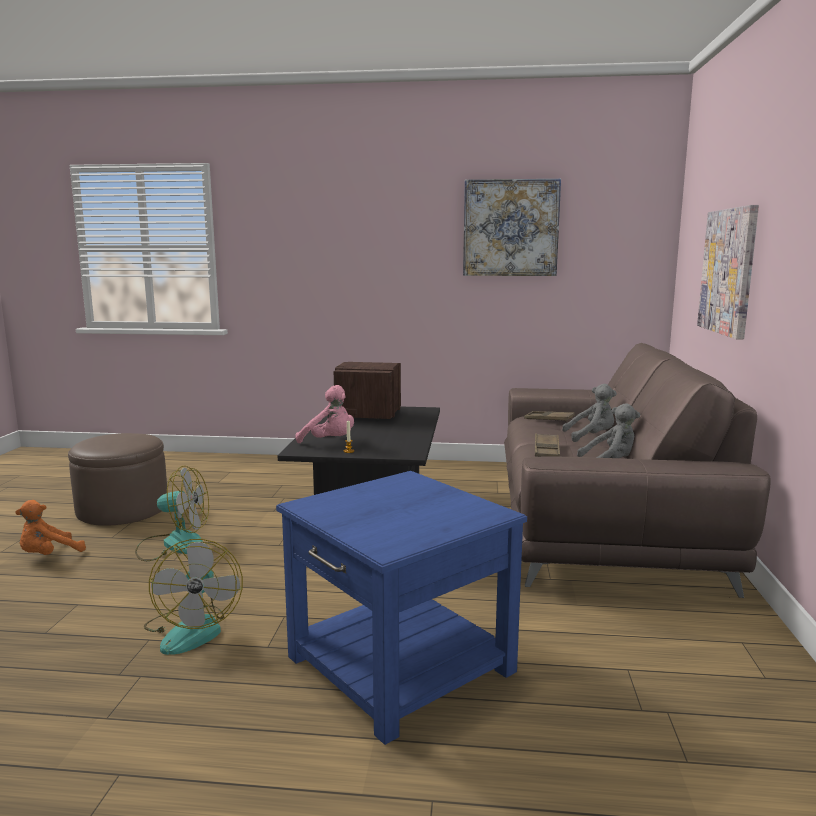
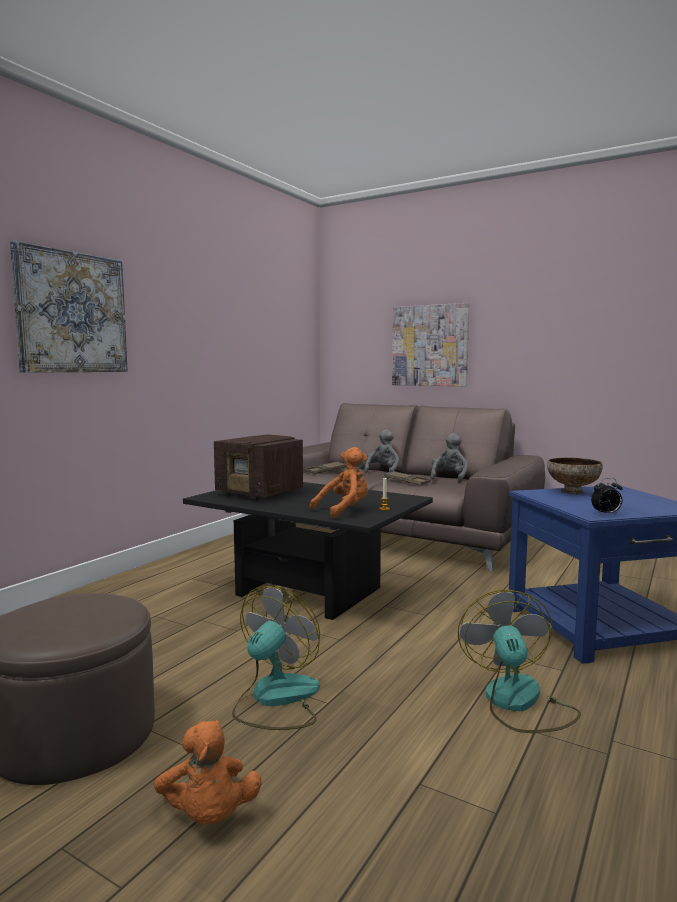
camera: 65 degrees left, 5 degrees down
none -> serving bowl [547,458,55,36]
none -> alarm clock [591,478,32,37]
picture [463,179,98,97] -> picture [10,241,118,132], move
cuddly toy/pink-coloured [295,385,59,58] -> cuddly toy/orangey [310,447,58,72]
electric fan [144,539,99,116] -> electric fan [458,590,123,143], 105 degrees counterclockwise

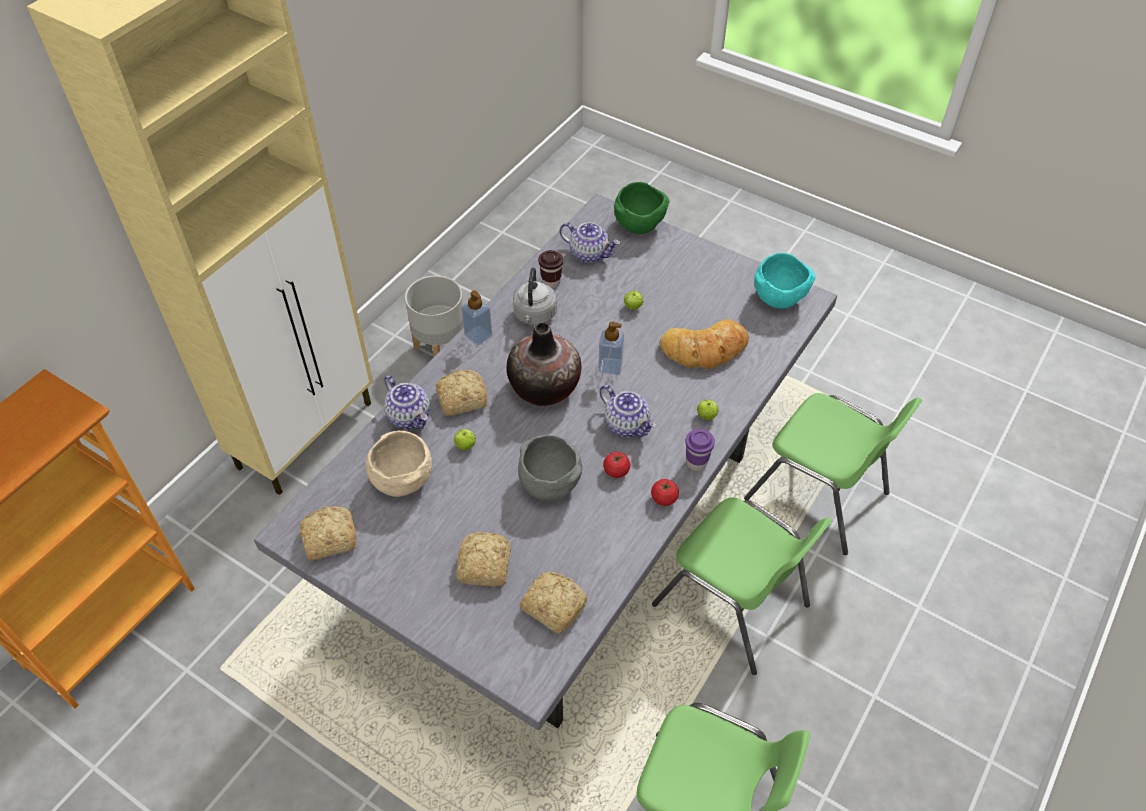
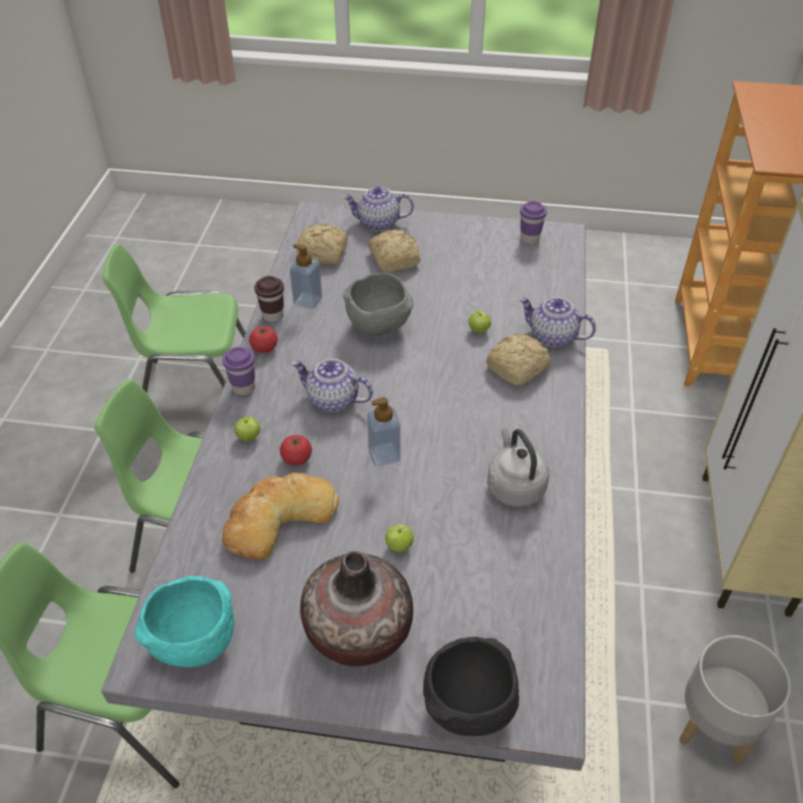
camera: 155 degrees right, 5 degrees down
serving bowl/beige-coloured [366,431,66,66] -> none
soap bottle [461,290,31,55] -> soap bottle [290,244,32,65], move
decorative vase [507,322,74,84] -> decorative vase [300,551,113,116], move
small cup/brown [538,250,25,39] -> small cup/brown [254,276,30,46], move
teapot [559,222,61,41] -> teapot [343,186,71,45], move
tomato [603,452,27,26] -> tomato [280,435,32,30], move
bakery bread [299,506,58,55] -> small cup/purple-coloured [520,201,27,43]
serving bowl/green-coloured [614,182,56,52] -> serving bowl/black [423,637,96,99]

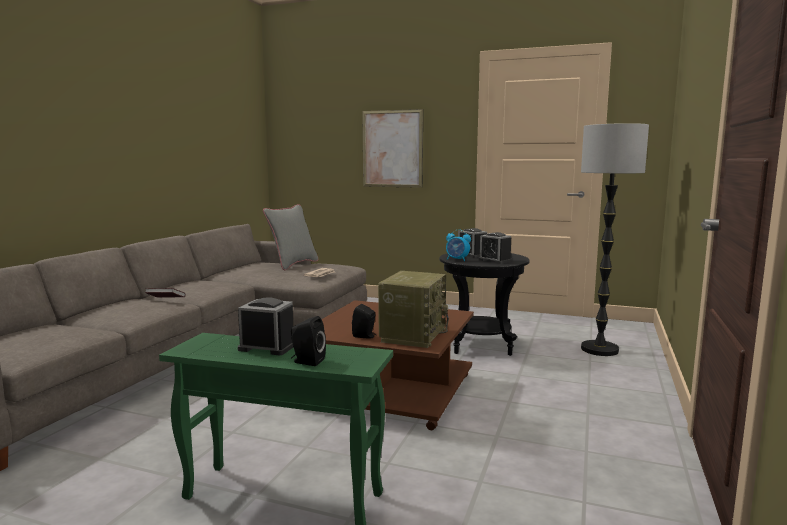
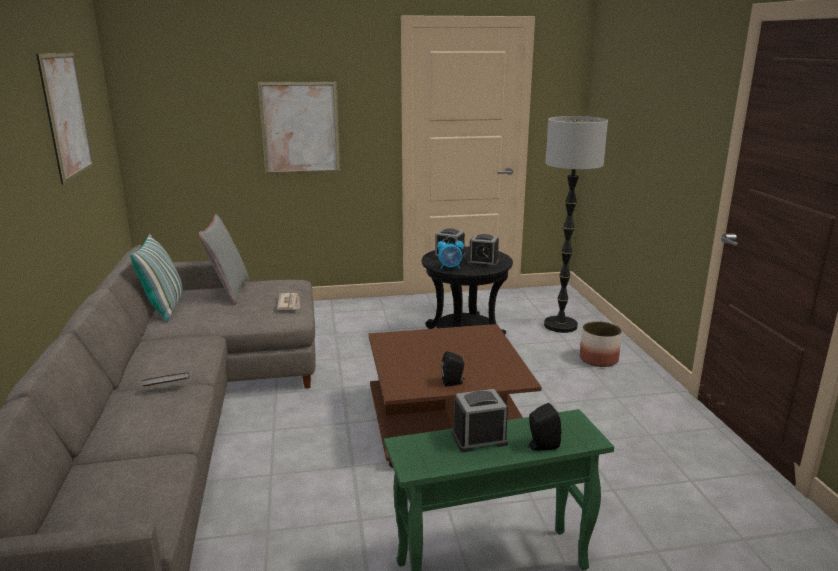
camera: 30 degrees left, 10 degrees up
radio [378,271,71,77] -> none
none -> picture [36,52,57,133]
none -> throw pillow [130,234,53,88]
none -> planter [580,321,42,46]

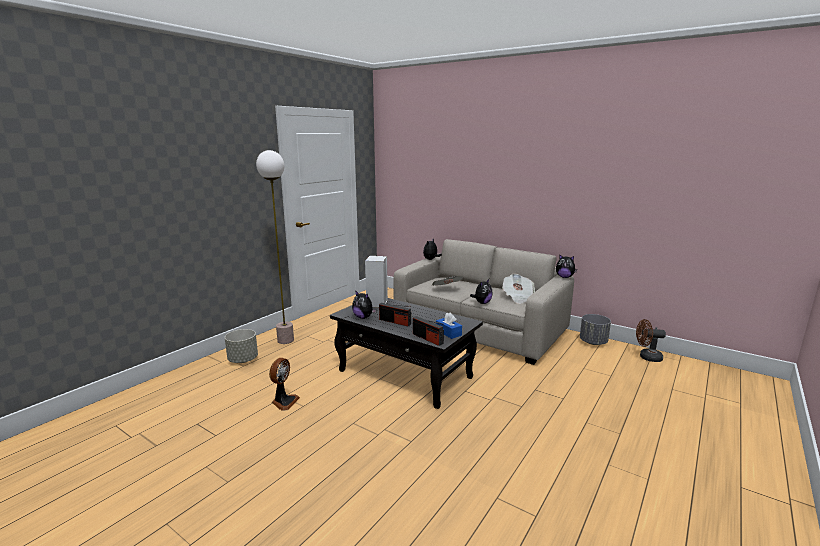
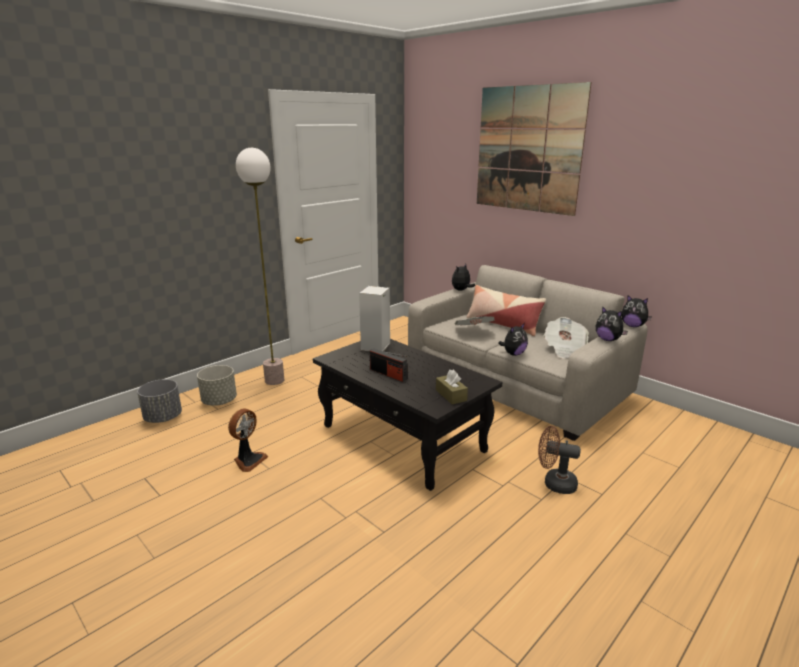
camera: 10 degrees right, 5 degrees up
radio [413,316,31,30] -> none
none -> throw pillow [467,285,79,51]
none -> picture [477,82,115,134]
cuddly toy [352,290,24,29] -> cuddly toy [596,306,32,35], move
planter/greyish [580,314,31,31] -> planter/greyish [137,379,45,44], move
electric fan/brown [636,319,30,43] -> electric fan/brown [538,426,43,68], move
box of tissues/bluish [436,312,26,27] -> box of tissues/brown [436,370,32,35]

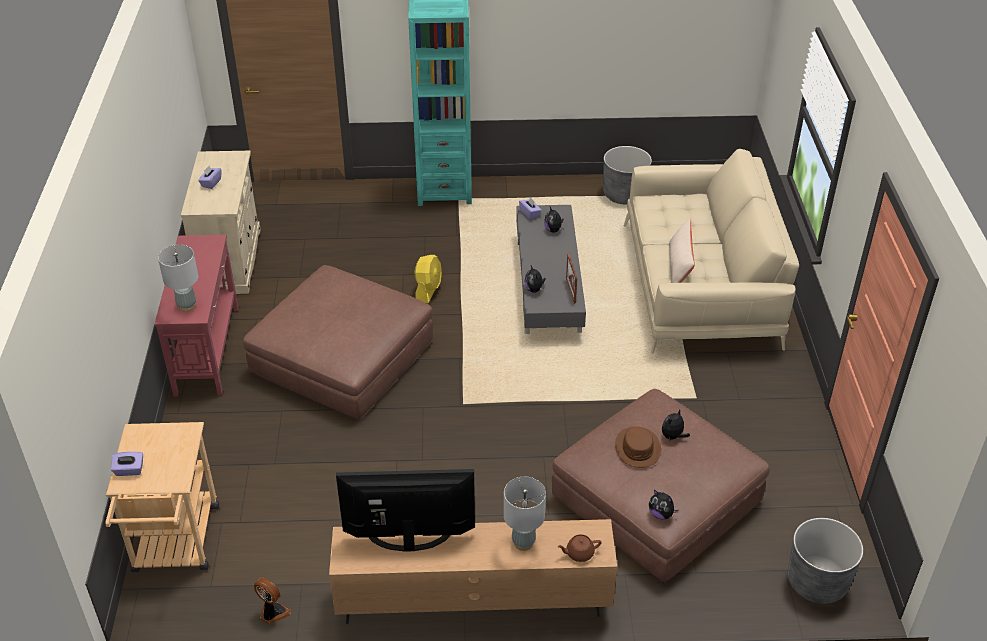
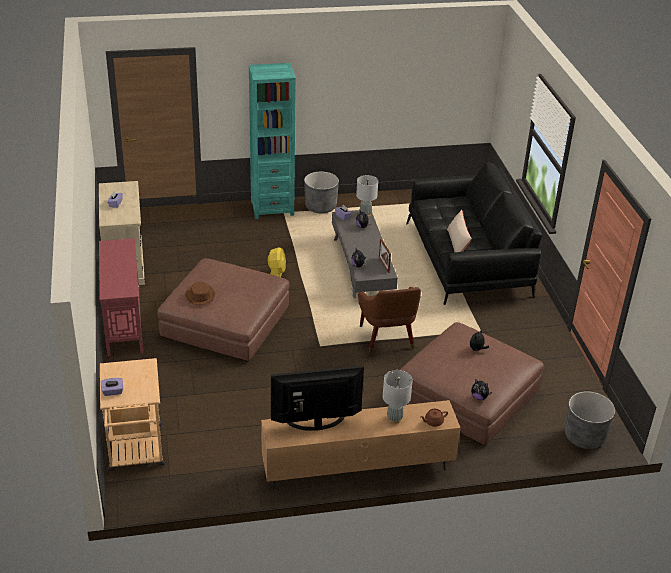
camera: 10 degrees left, 5 degrees down
electric fan [254,578,37,46] -> none
none -> easy chair/brown [358,287,63,67]
table lamp/greyish [158,245,41,67] -> table lamp/greyish [356,175,22,42], move
planter/greyish [603,146,49,59] -> planter/greyish [304,172,35,41], move
hat/brown [615,427,46,41] -> hat/brown [185,282,30,23], move
sofa/beige-coloured [624,149,175,205] -> sofa/black [406,162,136,143]

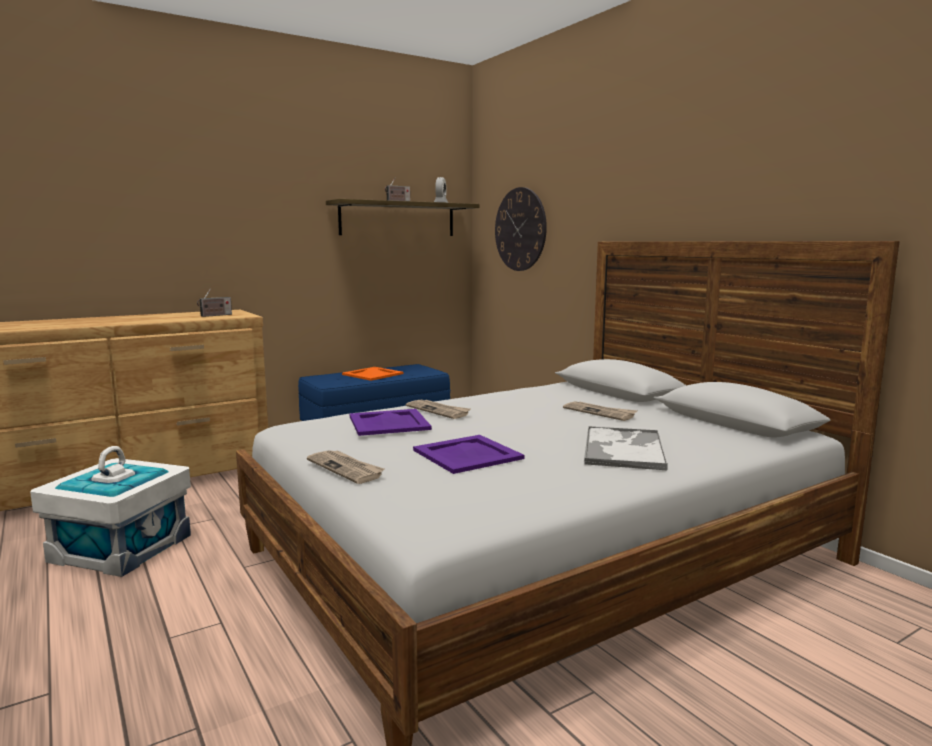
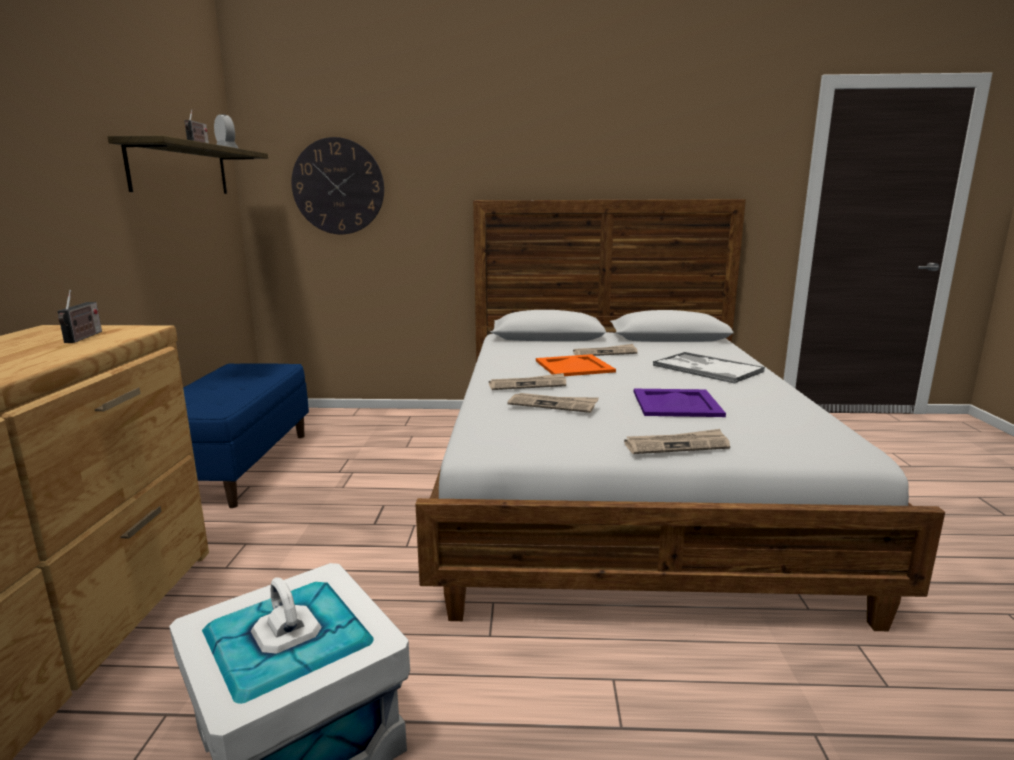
camera: 55 degrees left, 5 degrees up
carrying tray/orangey [342,367,61,14] -> carrying tray/orangey [536,354,80,22], move
carrying tray/purple-coloured [350,409,82,27] -> newspaper [507,393,92,20]

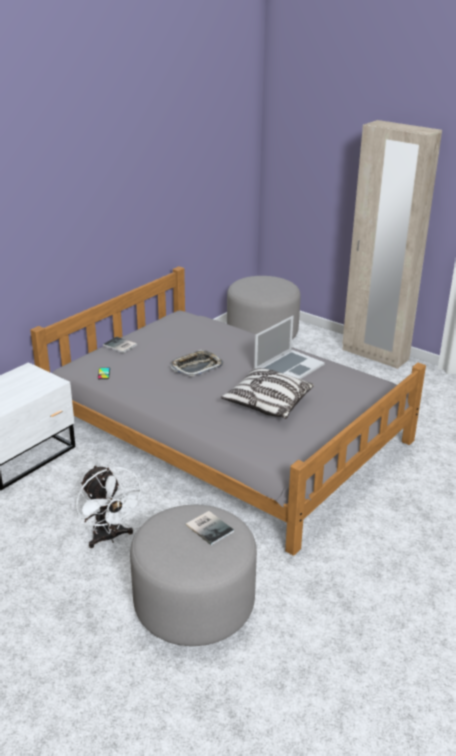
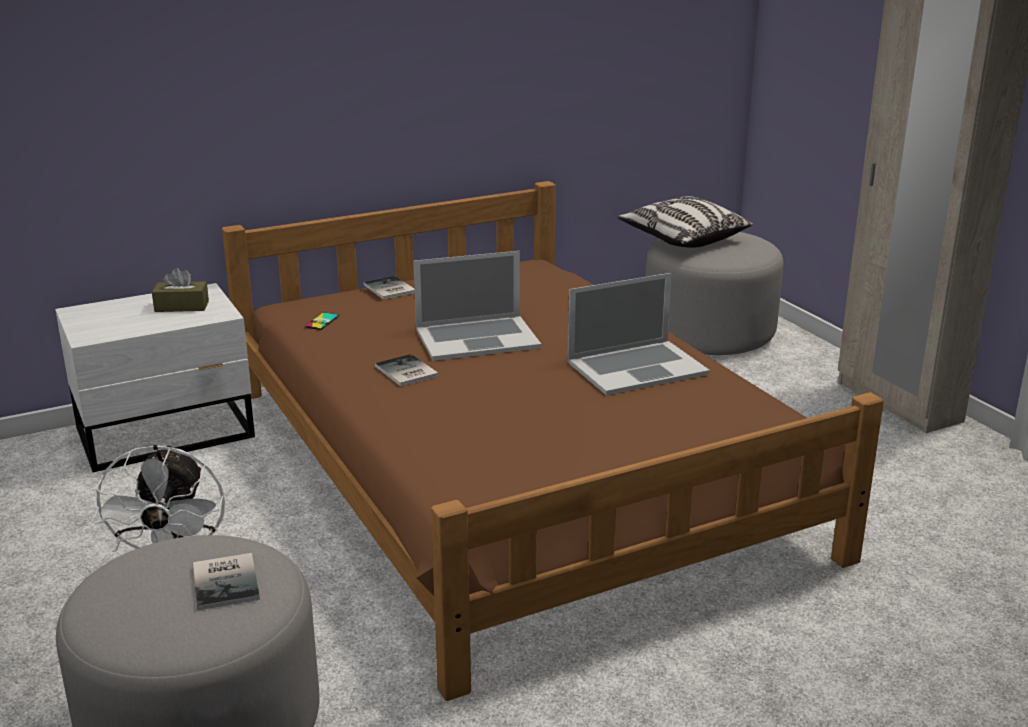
camera: 25 degrees right, 5 degrees down
none -> box of tissues/brown [152,267,57,45]
none -> book [375,354,64,32]
throw pillow [221,368,93,51] -> throw pillow [617,196,136,52], move
carrying tray [170,350,54,27] -> notebook computer [414,251,127,110]
bedroom bed/greyish [30,266,396,290] -> bedroom bed/brown [222,181,662,520]

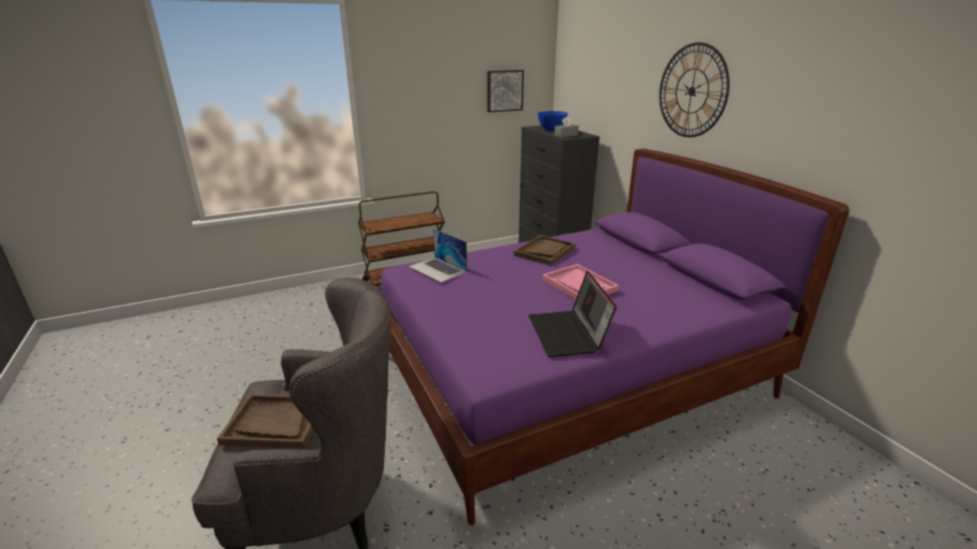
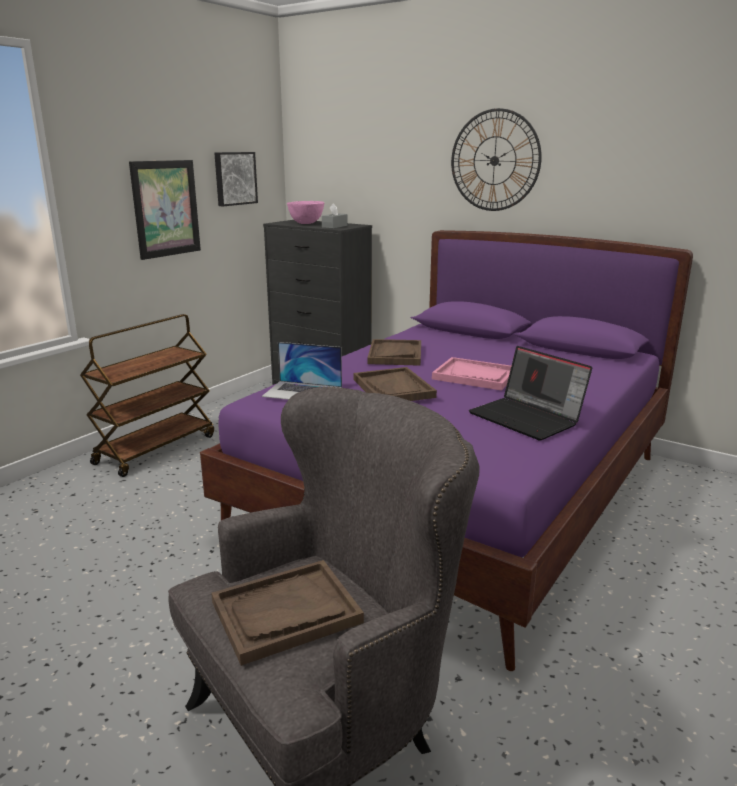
camera: 30 degrees left, 5 degrees down
none -> picture [129,160,72,100]
none -> carrying tray/brown [354,367,83,34]
serving bowl/bluish [537,111,31,20] -> serving bowl/pink-coloured [287,201,37,23]

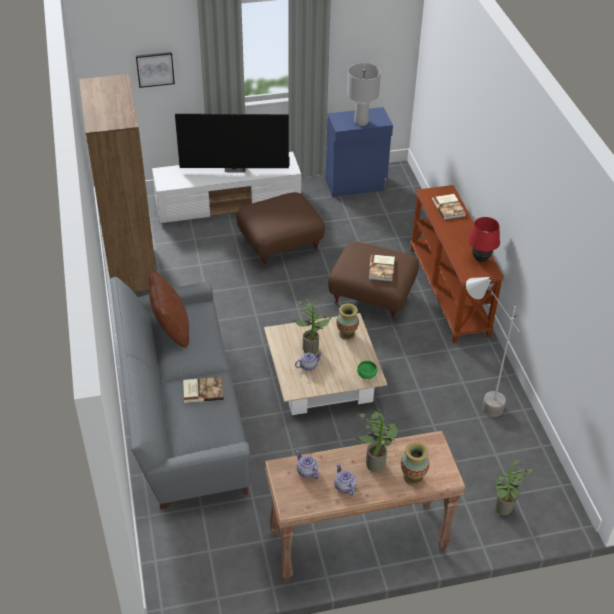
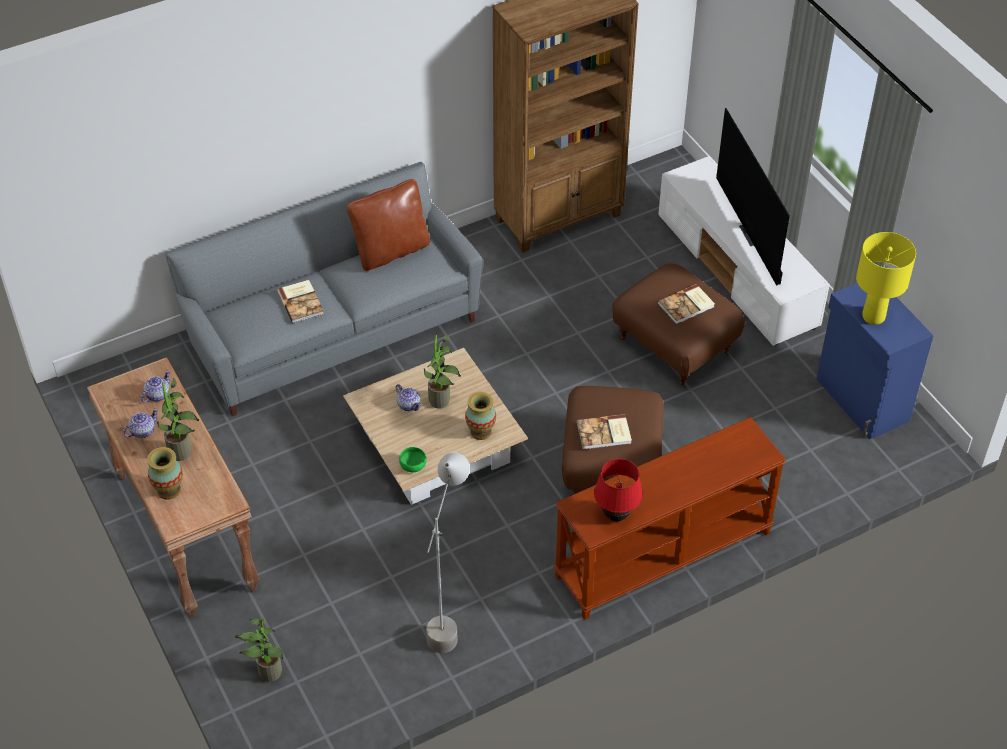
camera: 75 degrees right, 5 degrees up
picture [136,52,39,36] -> none
book [432,194,34,26] -> book [658,284,57,40], move
table lamp/greyish [347,63,34,63] -> table lamp/yellowish [856,232,60,93]

